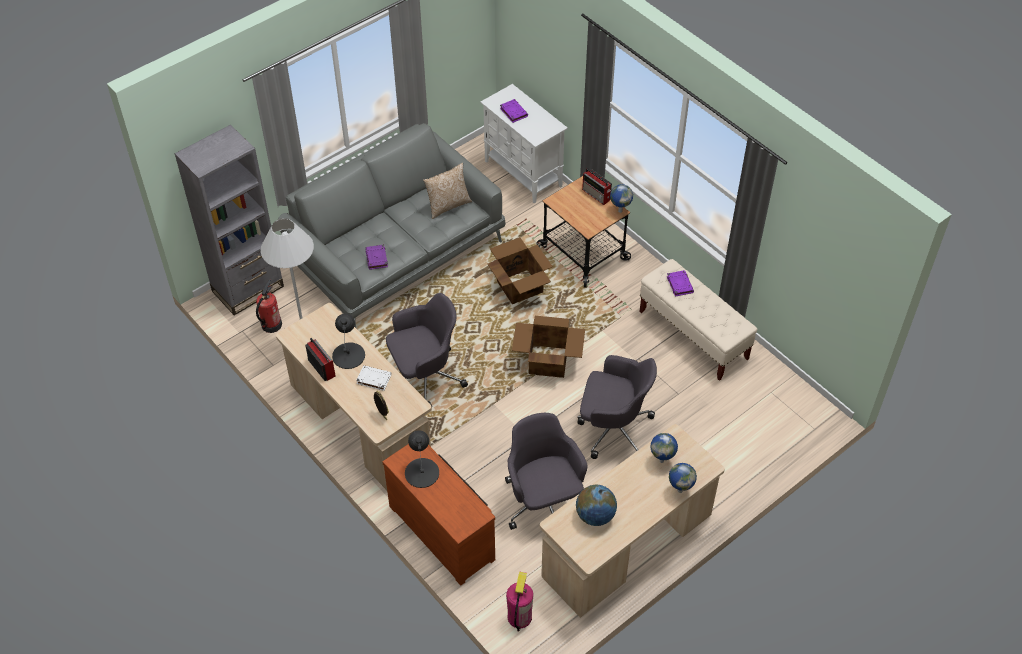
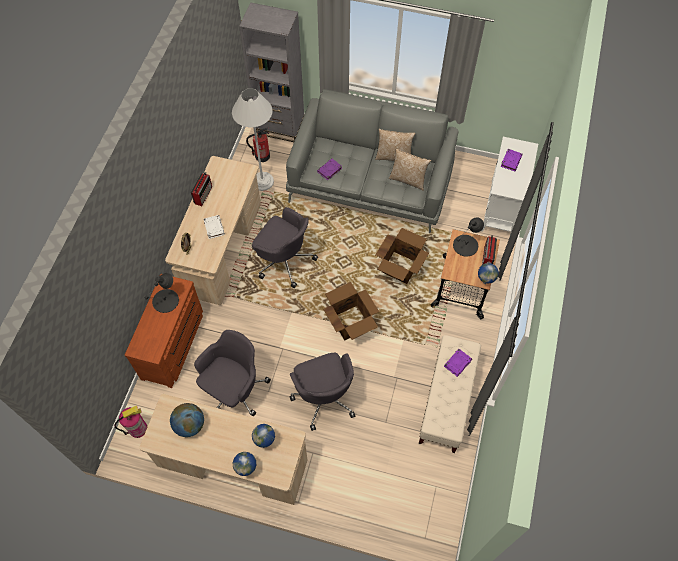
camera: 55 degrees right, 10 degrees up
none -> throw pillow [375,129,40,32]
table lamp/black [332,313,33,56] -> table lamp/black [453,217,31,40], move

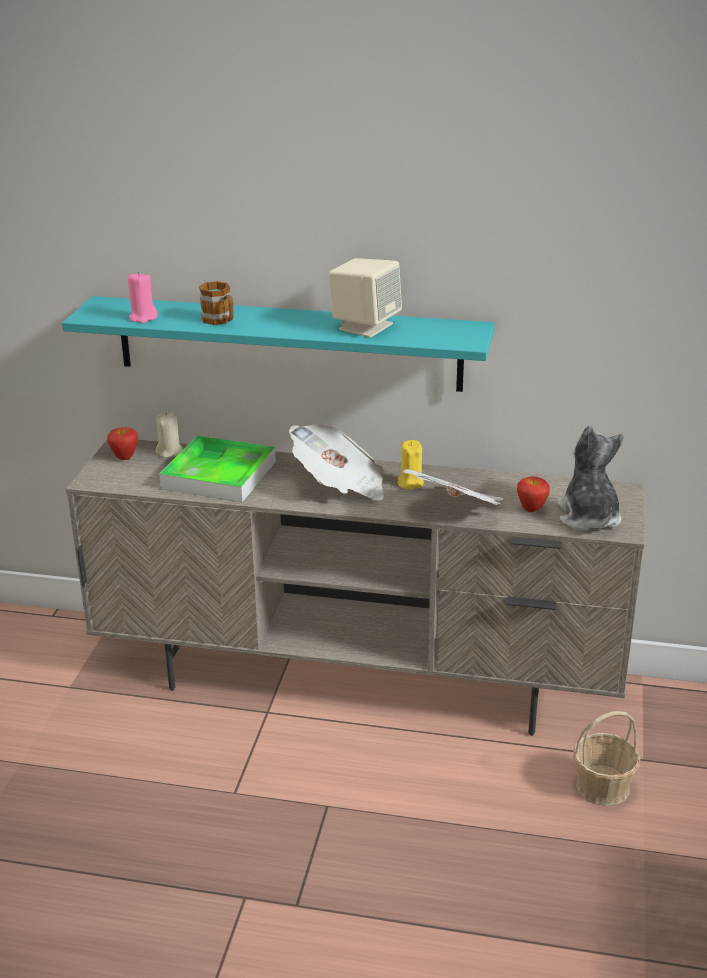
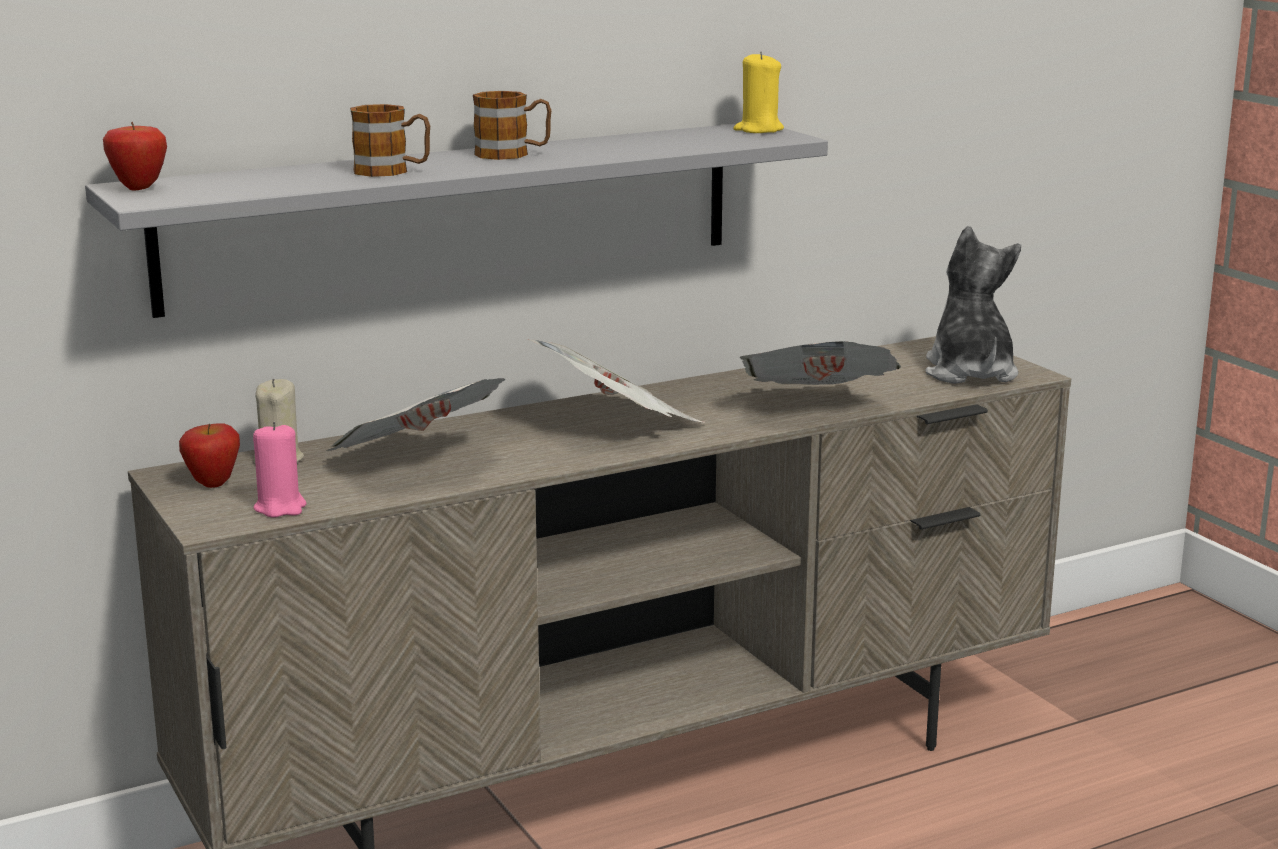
camera: 40 degrees left, 10 degrees down
loudspeaker/beige-coloured [329,258,73,80] -> none
household basket [573,711,67,95] -> none
none -> tea mug [473,91,78,69]
wax light/pink-coloured [127,272,31,51] -> wax light/pink-coloured [253,422,54,95], move
wax light/yellowish [397,440,27,49] -> wax light/yellowish [734,52,50,81], move
apple fruit [517,477,32,35] -> apple fruit [103,122,64,69], move
carrying tray [160,436,116,66] -> newspaper [326,378,179,73]
bracket shelf/turquoise-coloured [62,296,433,96] -> bracket shelf/greyish [85,124,743,194]
cuddly toy [557,425,67,106] -> cuddly toy [925,226,96,158], 45 degrees clockwise

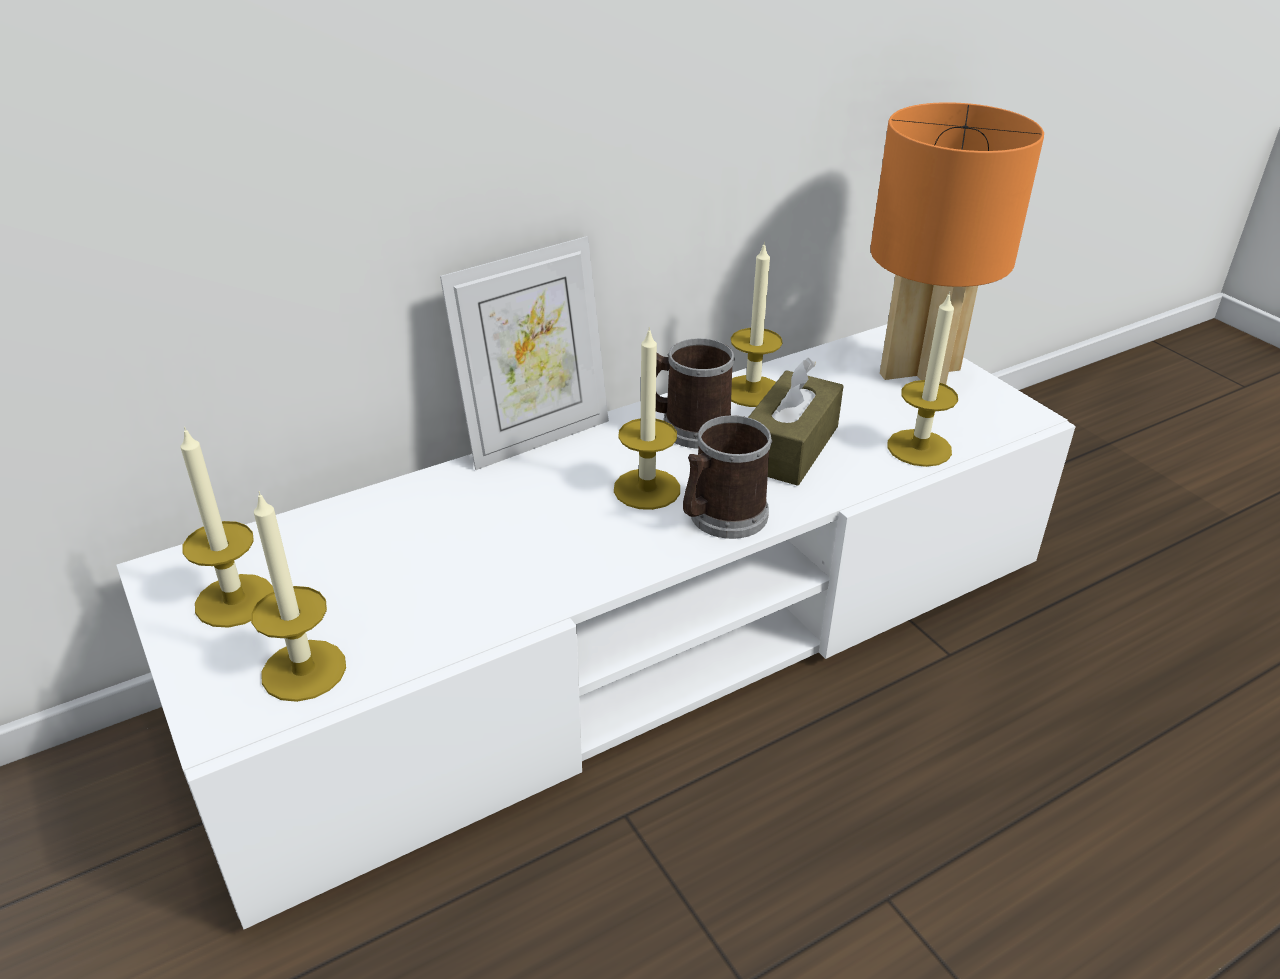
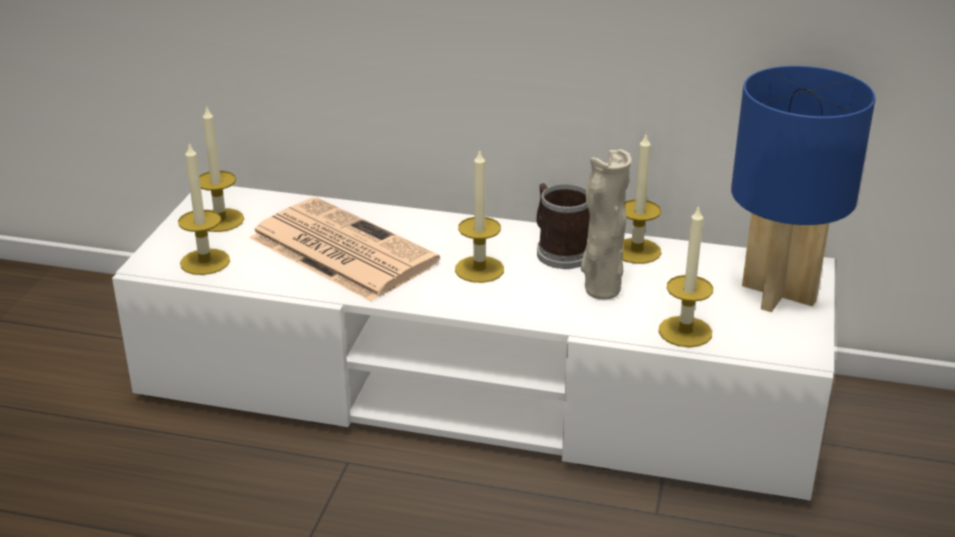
camera: 45 degrees right, 5 degrees down
standing frame [440,236,169,234] -> none
tea mug [683,415,89,124] -> none
none -> newspaper [249,197,191,105]
box of tissues/brown [748,358,95,128] -> decorative vase/beige-coloured [581,149,51,150]
table lamp/orangey [870,102,174,283] -> table lamp/bluish [731,66,145,246]

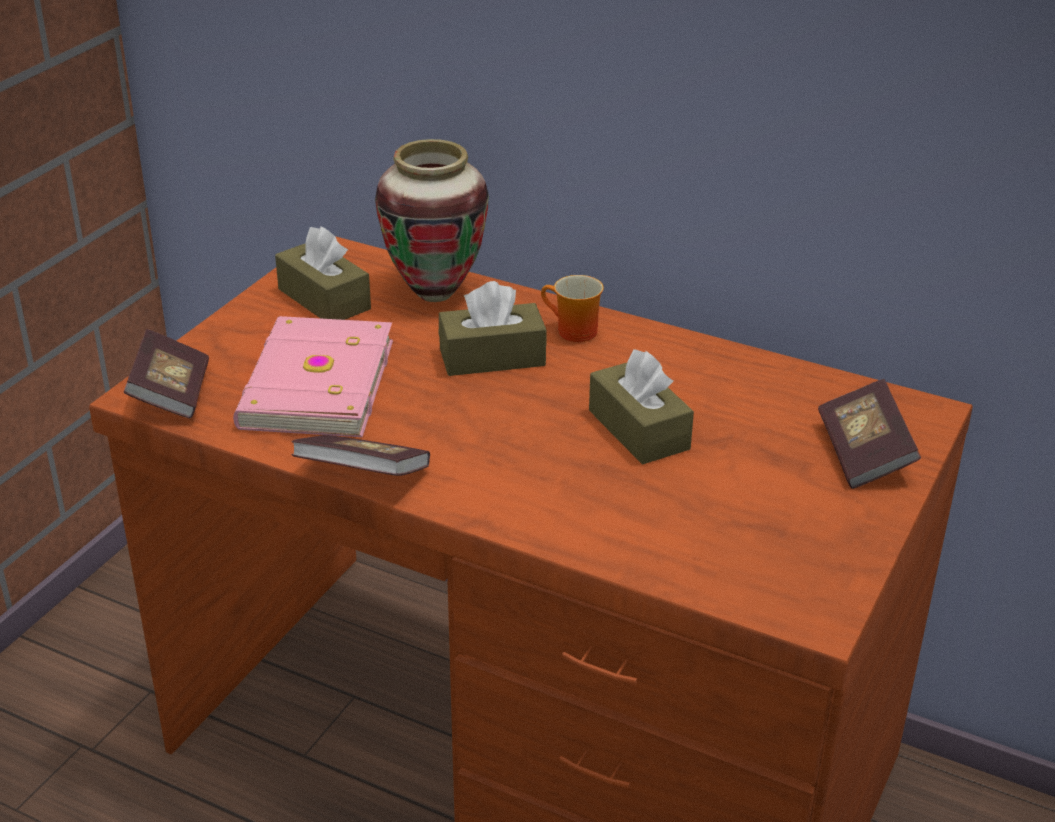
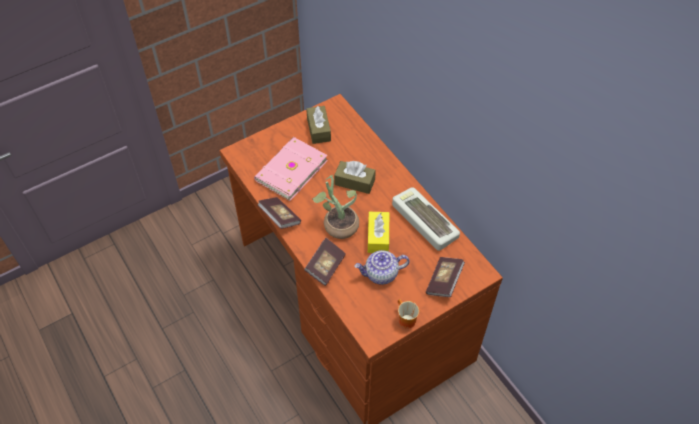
camera: 30 degrees right, 20 degrees up
decorative vase [375,139,114,163] -> none
none -> plant in a pot [312,175,47,64]
none -> teapot [354,250,55,35]
none -> keyboard [392,187,68,64]
book [124,329,85,90] -> book [304,238,42,48], move
tea mug [541,275,62,67] -> tea mug [398,299,21,30], move
box of tissues/brown [589,349,105,116] -> box of tissues/yellowish [368,212,21,41]

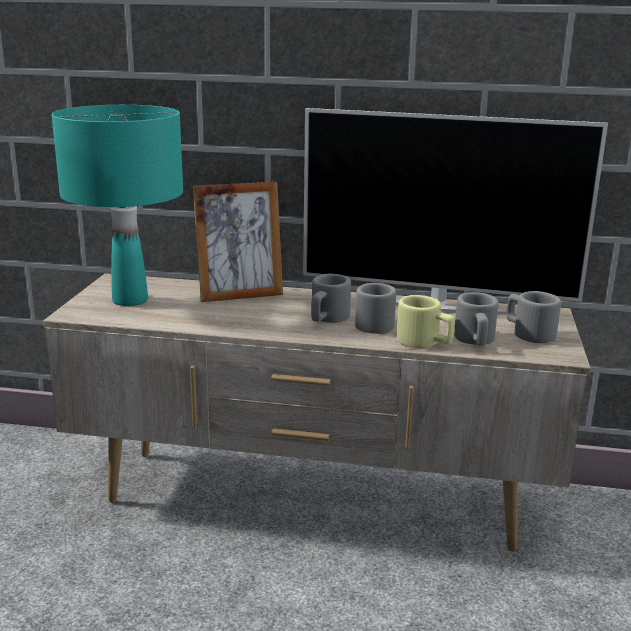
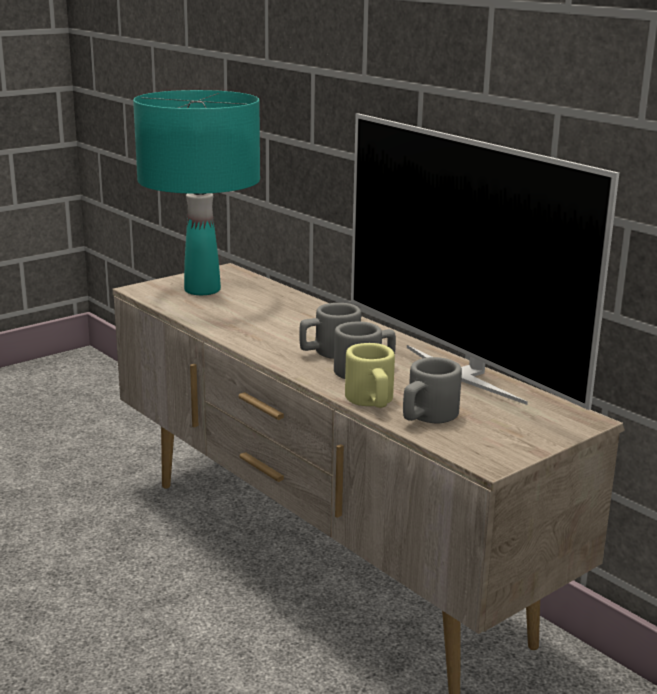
camera: 40 degrees right, 0 degrees up
standing frame [193,182,90,120] -> none
tea mug/greyish [507,291,54,52] -> none

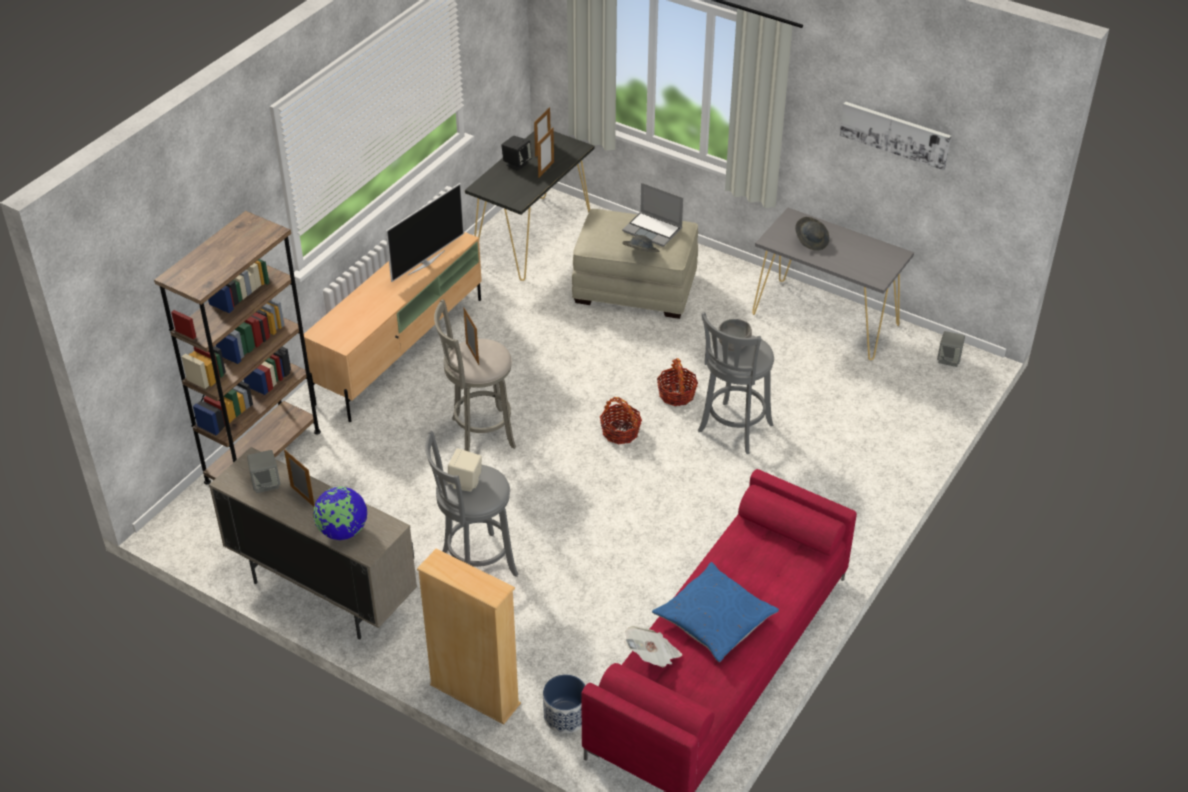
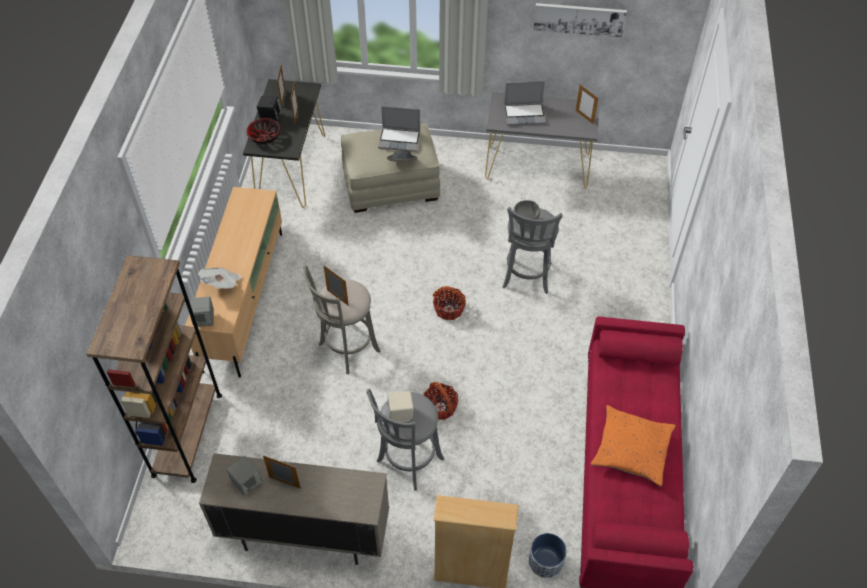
camera: 25 degrees left, 10 degrees up
globe [313,487,54,53] -> none
TV [386,183,78,99] -> none
none -> serving bowl [246,118,34,26]
none -> standing frame [576,85,22,39]
newspaper [624,626,58,41] -> newspaper [198,267,44,22], move
household basket [657,358,41,48] -> household basket [424,382,34,38], move
loudspeaker/greyish [937,331,28,36] -> loudspeaker/greyish [189,297,25,30], move
hat/greyish [795,217,34,34] -> notebook computer [504,81,42,45]
throw pillow/bluish [652,562,127,100] -> throw pillow/orangey [591,405,85,81]

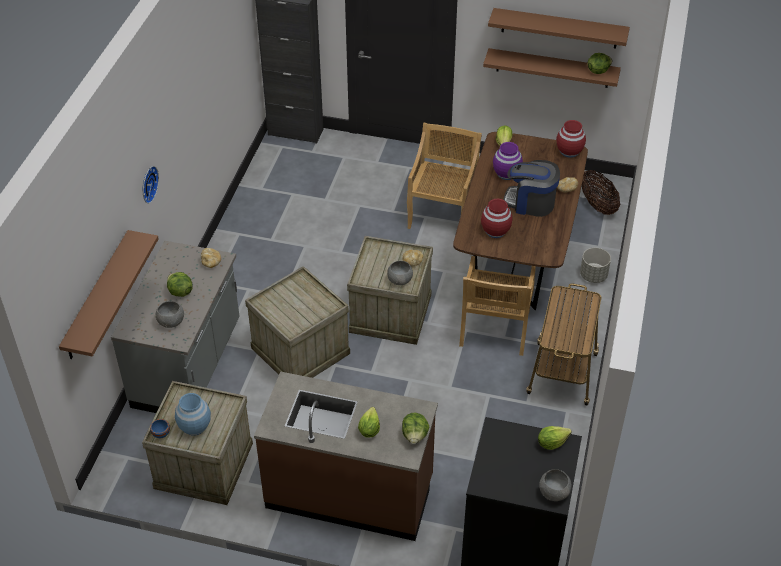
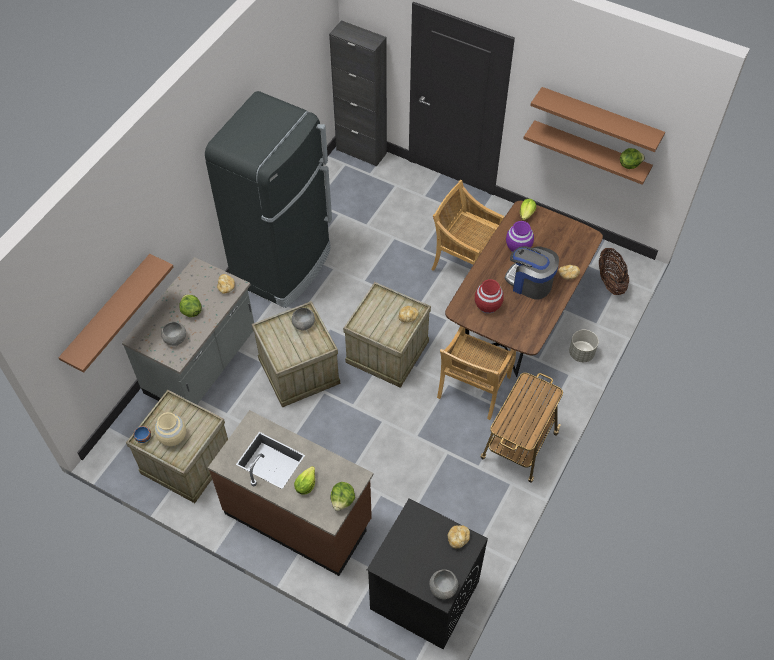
camera: 15 degrees right, 10 degrees up
wall clock [143,166,16,38] -> none
decorative vase/red [556,120,30,38] -> none
none -> kitchen fridge/black [205,91,127,217]
serving bowl/greyish [387,261,26,24] -> serving bowl/greyish [292,308,23,22], move
lettuce head [538,426,34,24] -> bakery bread [448,525,22,23]
decorative vase/bluish [175,393,36,43] -> decorative vase/beige-coloured [155,412,31,34]
upright chair/beige-coloured [407,123,75,106] -> upright chair/beige-coloured [431,180,74,91], 90 degrees counterclockwise

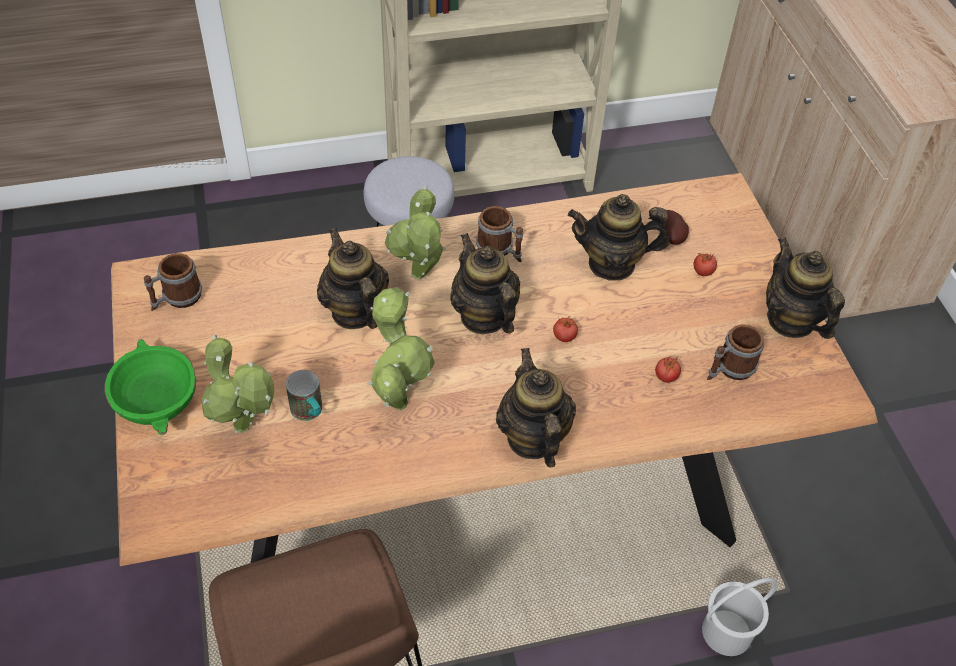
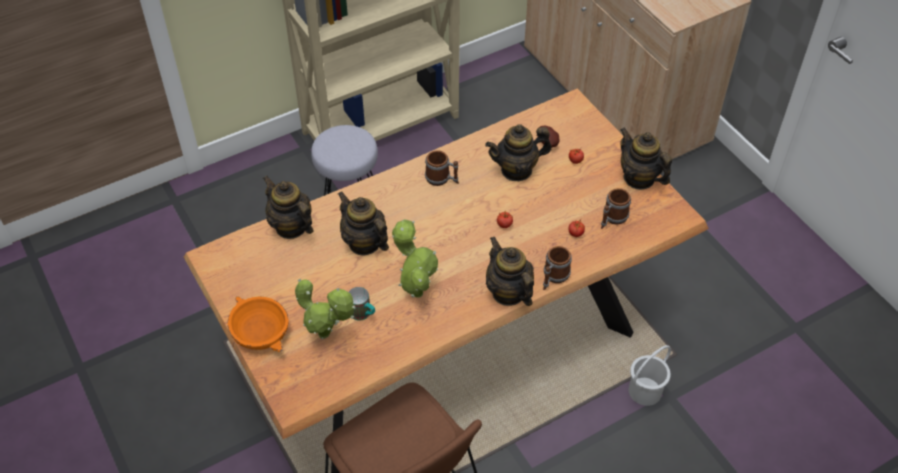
camera: 15 degrees left, 0 degrees up
plant in a pot [385,186,61,94] -> none
tea mug [144,253,58,58] -> tea mug [543,246,29,44], move
teapot [450,233,70,101] -> teapot [263,176,51,63], move
serving bowl/green-coloured [105,339,91,96] -> serving bowl/orangey [228,296,61,56]

